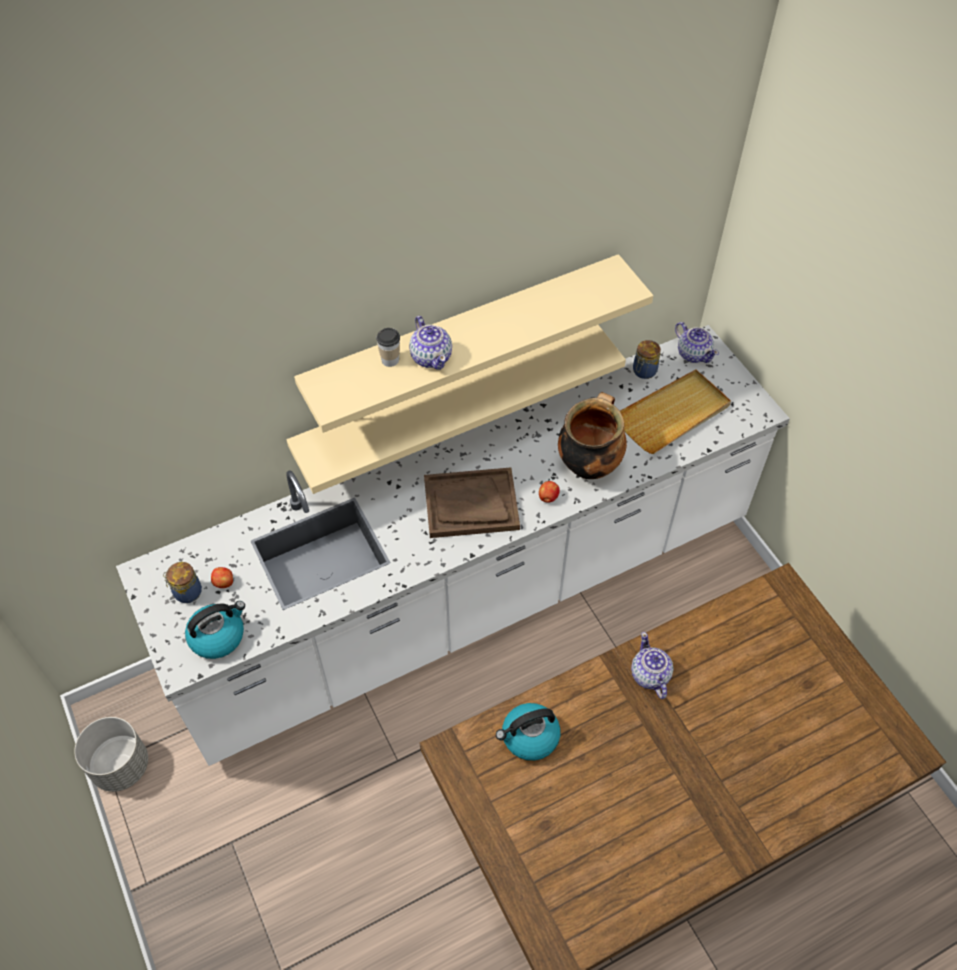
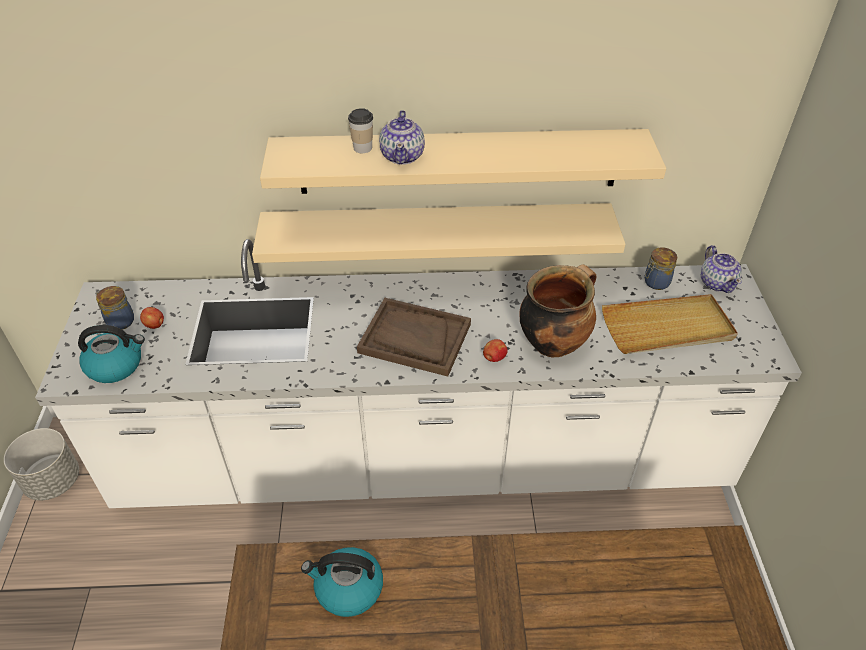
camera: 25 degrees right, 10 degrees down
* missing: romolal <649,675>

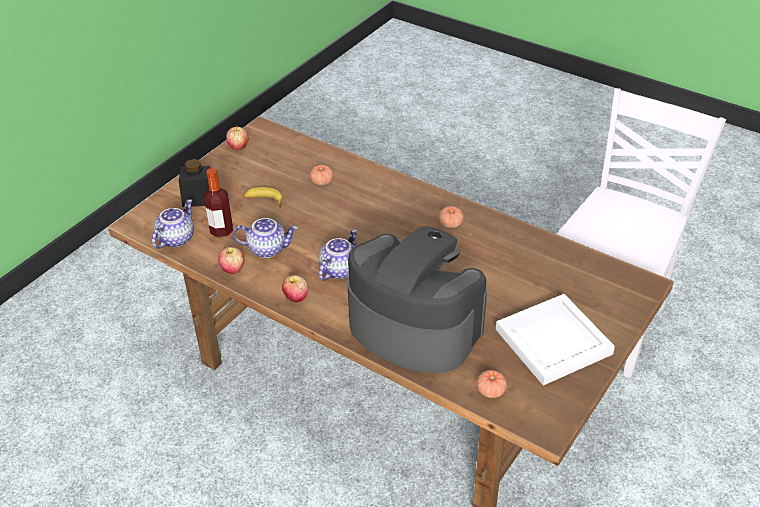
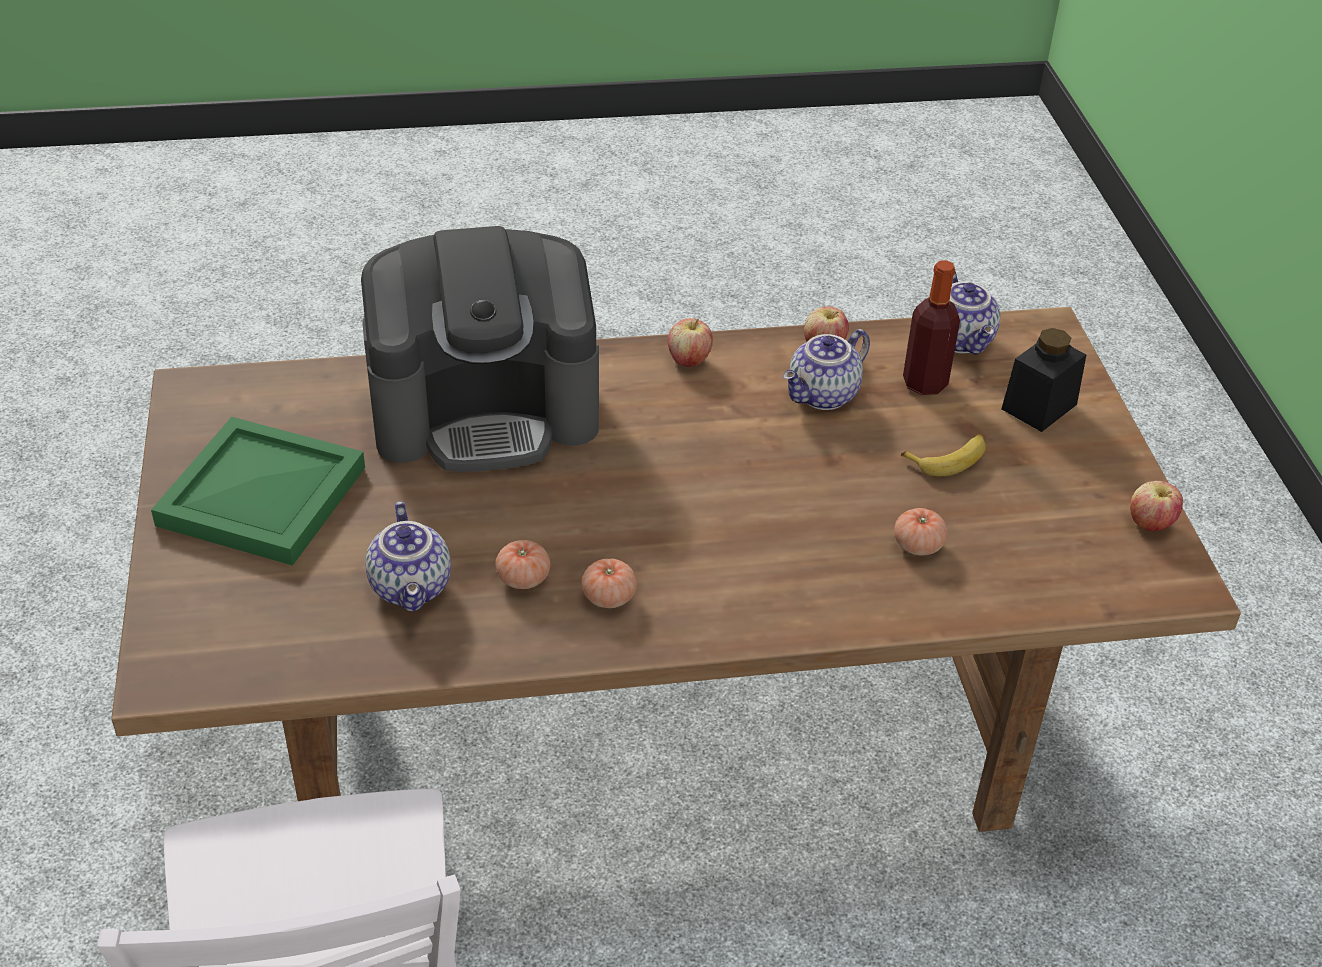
camera: 135 degrees right, 0 degrees up
* relocated: romolal <338,269> to <413,587>
* relocated: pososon <491,390> to <523,578>
* colour: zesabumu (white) <553,340> to zesabumu (green) <263,498>

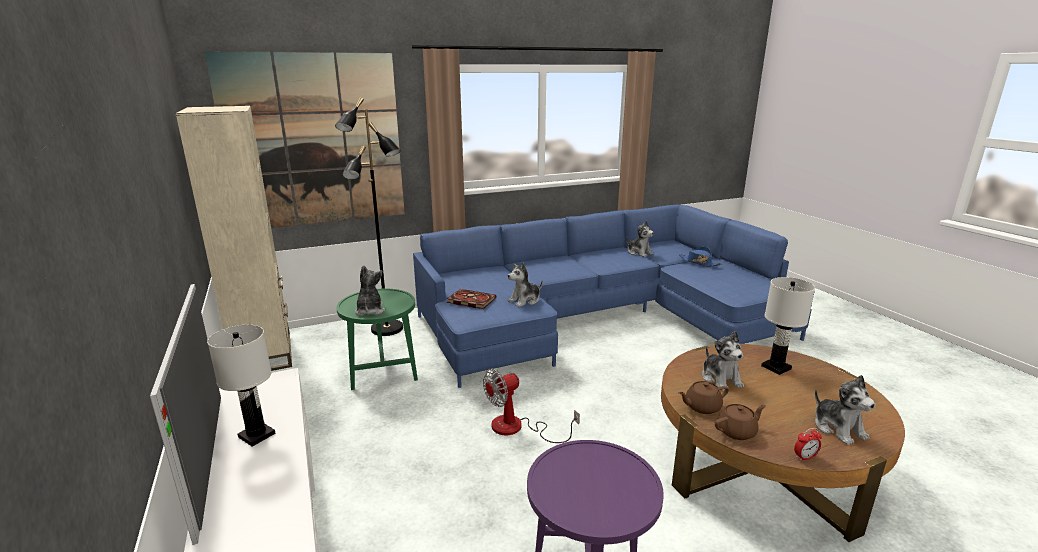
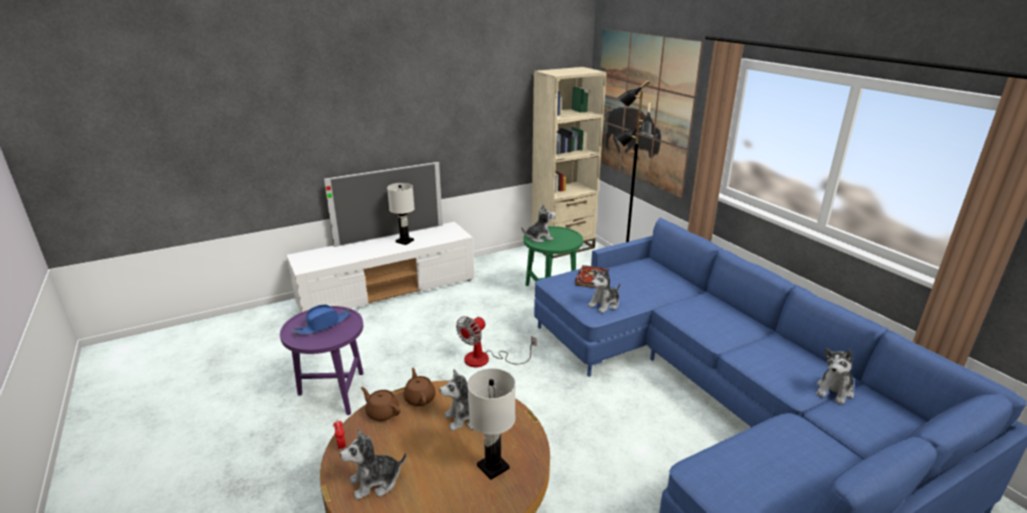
camera: 85 degrees right, 5 degrees up
* relocated: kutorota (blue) <699,262> to <323,324>
* spun: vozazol <517,428> = <486,359> 105 degrees counterclockwise
* spun: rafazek <525,300> = <604,304> 90 degrees counterclockwise
* spun: romolal (brown) <737,431> = <382,412> 150 degrees clockwise

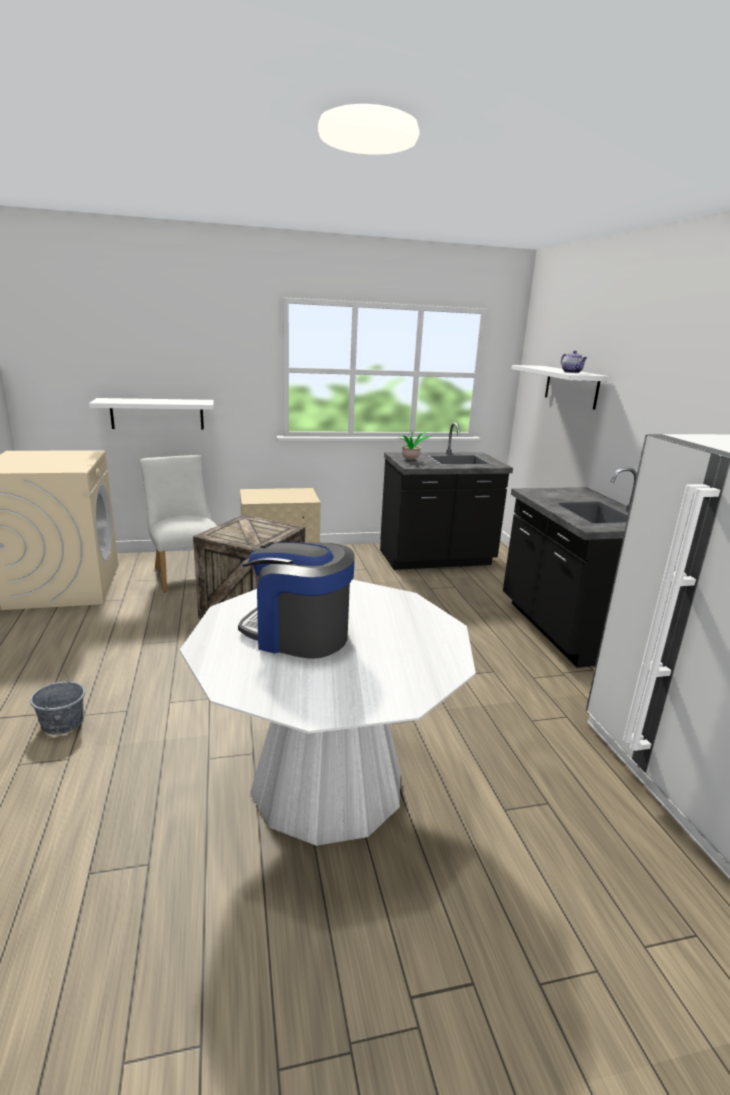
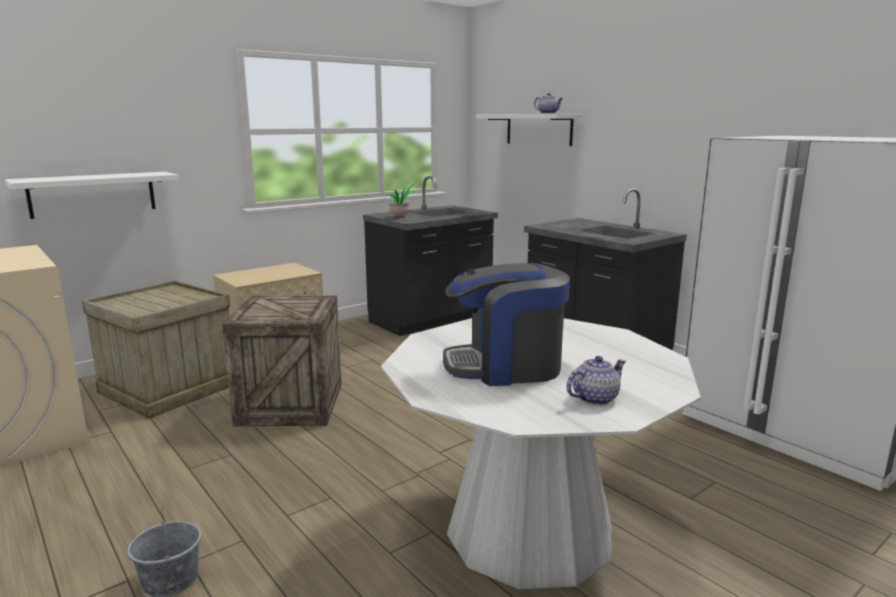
camera: 25 degrees left, 5 degrees down
* appeared: romolal <595,398>
* exchanged: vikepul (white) <185,574> to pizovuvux <169,387>

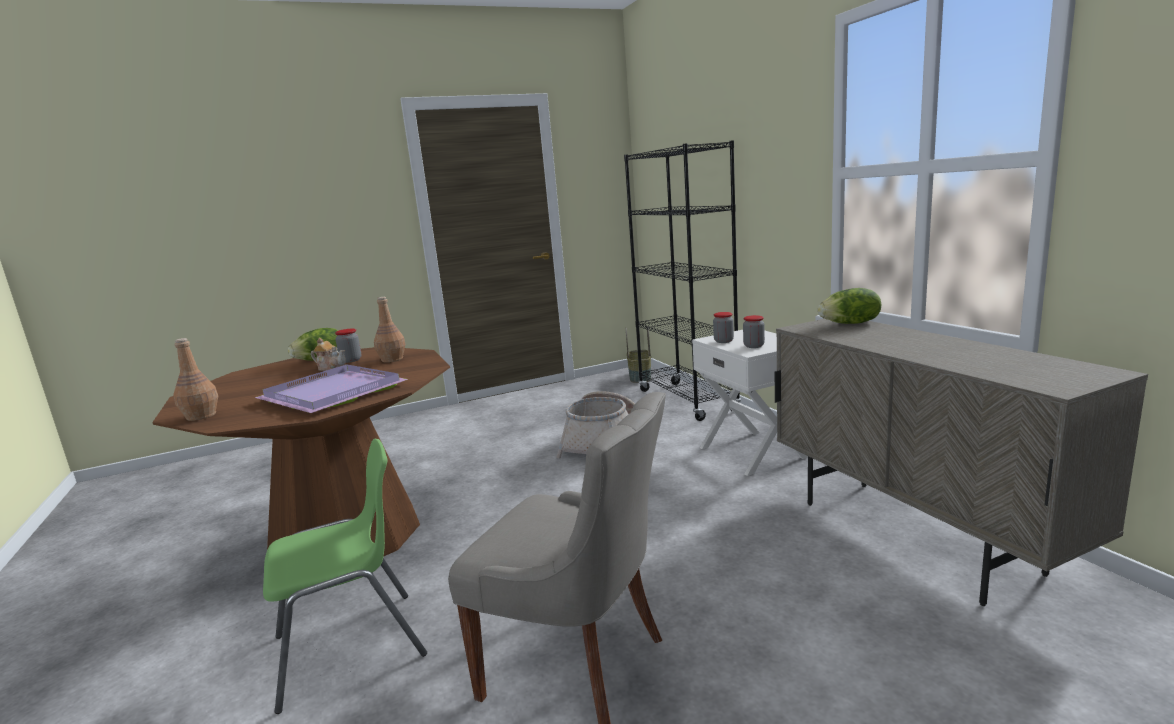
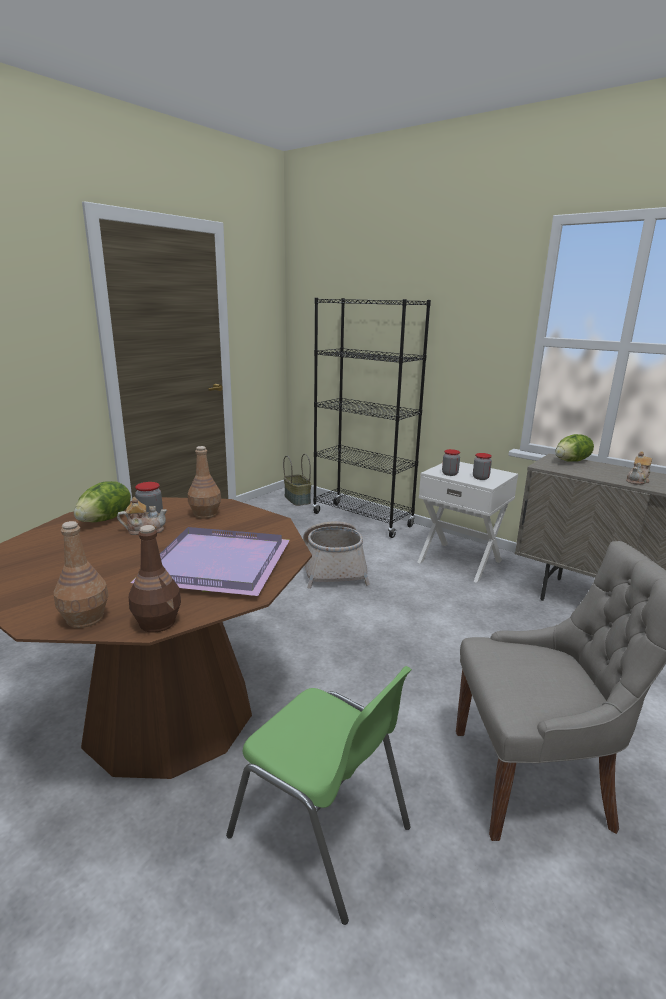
camera: 30 degrees left, 5 degrees up
* appeared: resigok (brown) <158,622>
* appeared: romolal <637,481>
* spun: vikepul (green) <352,646> = <322,833> 90 degrees clockwise

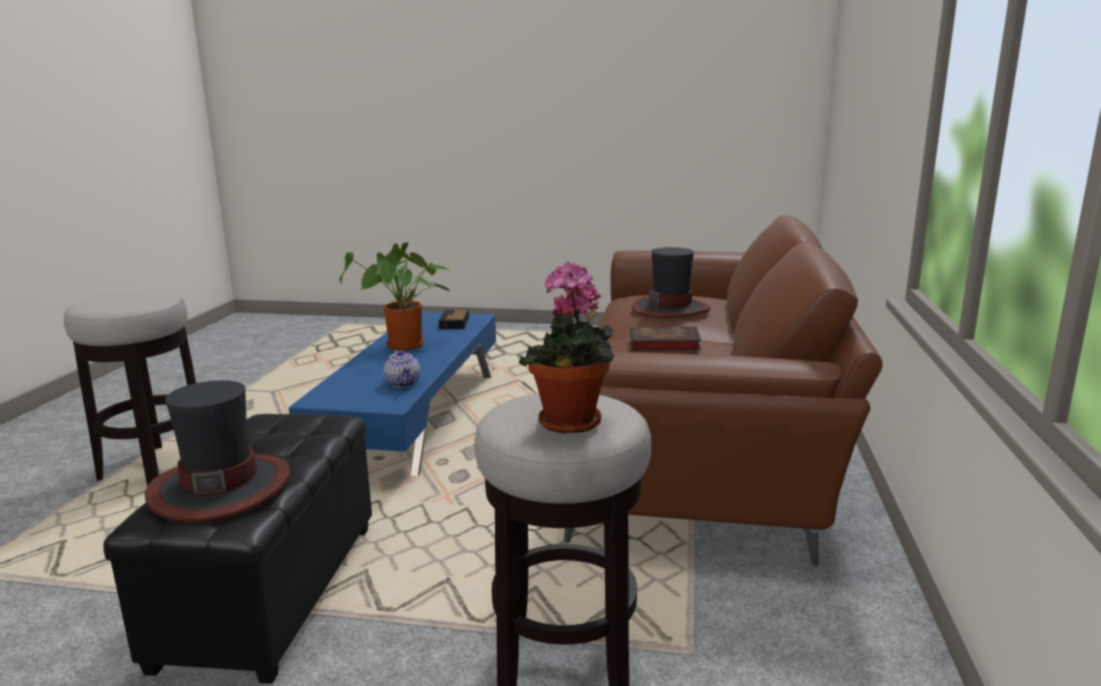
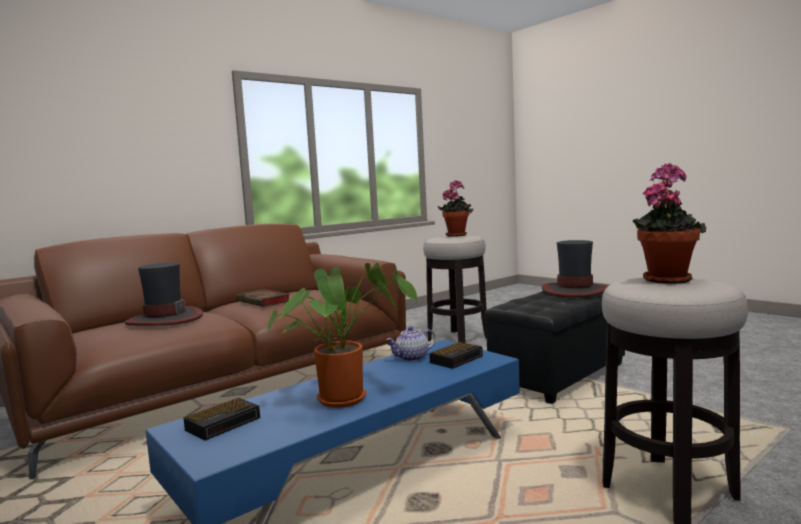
camera: 140 degrees left, 10 degrees down
* appeared: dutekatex <457,359>
* appeared: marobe <666,279>
* spun: romolal <403,383> = <412,358> 135 degrees counterclockwise

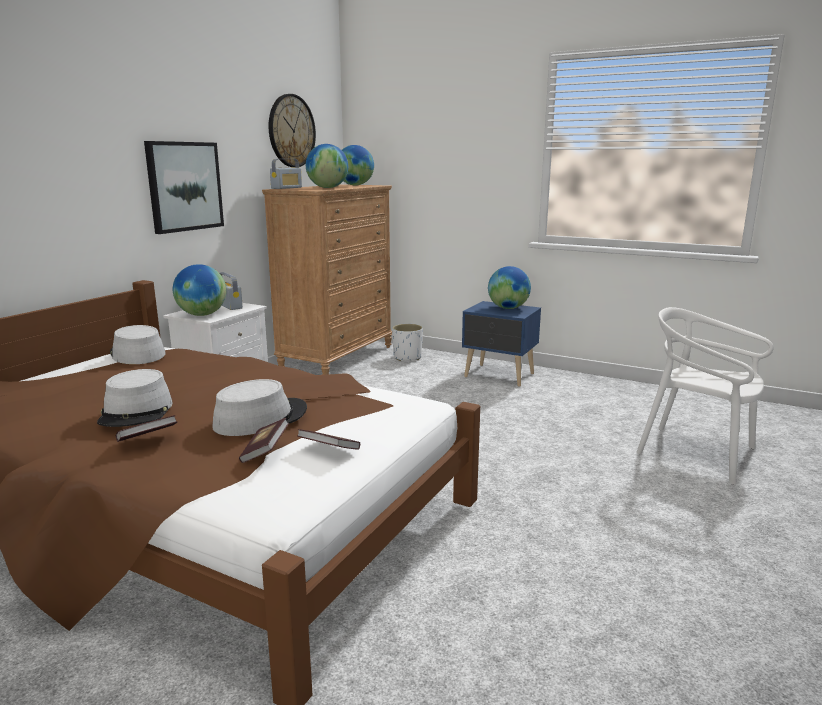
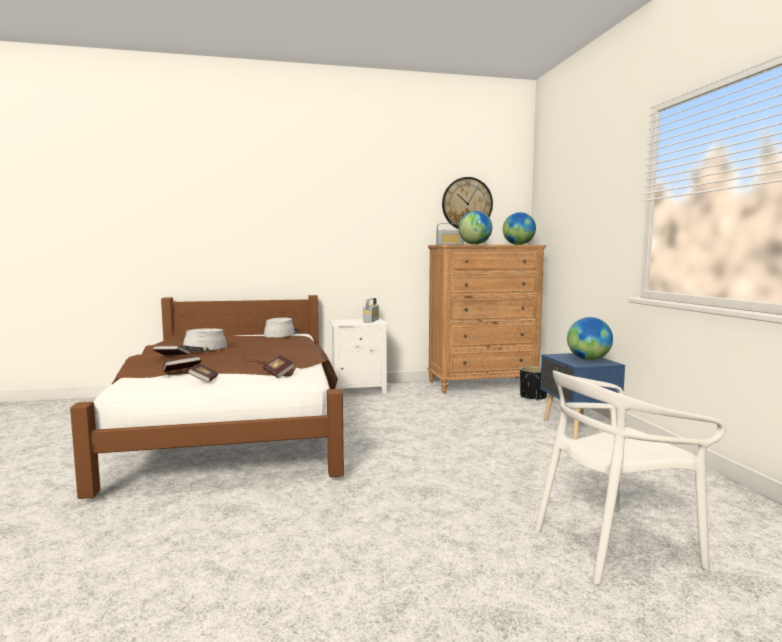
camera: 50 degrees right, 10 degrees down
* missing: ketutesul <184,186>
* missing: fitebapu <202,315>
* missing: kutorota (grey) <260,418>
* appeared: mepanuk <278,374>
* colour: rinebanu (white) <407,357> to rinebanu (black) <533,397>
* spun: vikepul (white) <697,453> = <614,544> 105 degrees counterclockwise

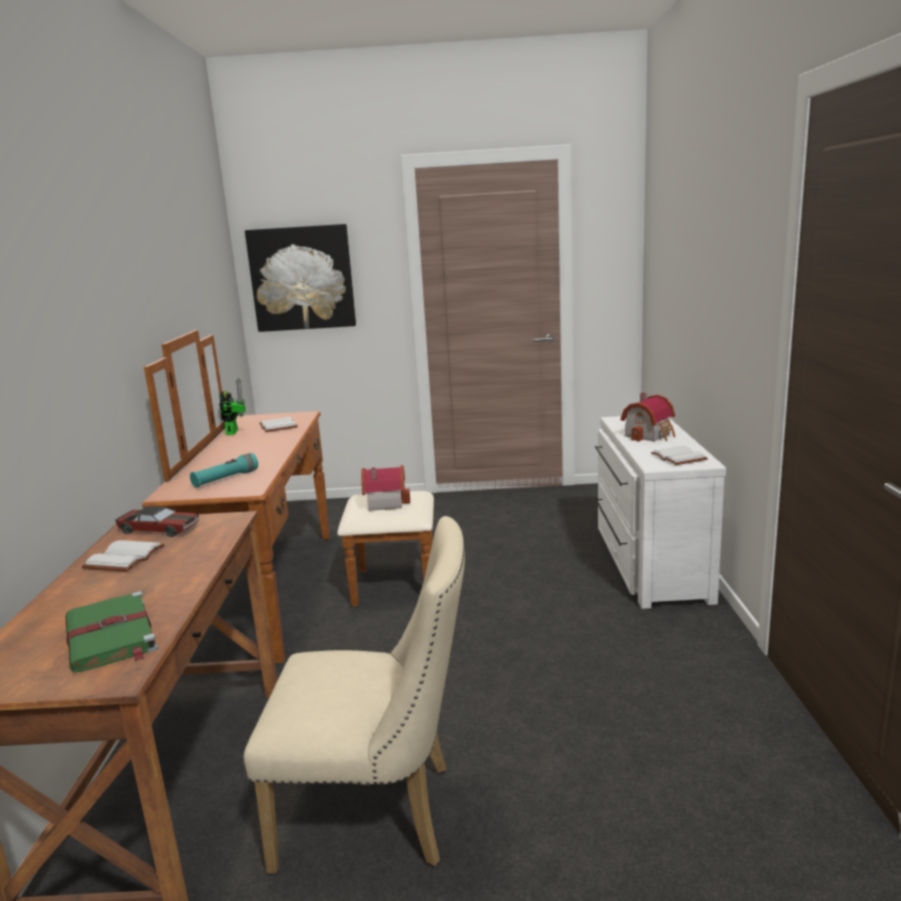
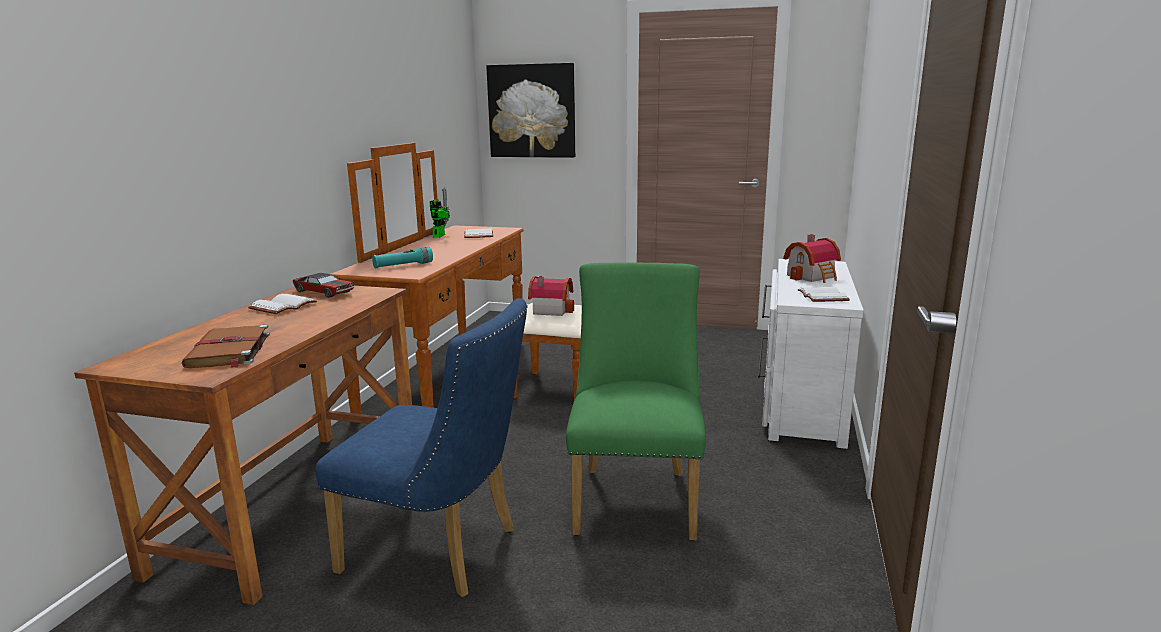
camera: 15 degrees right, 0 degrees up
* appeared: vikepul (green) <636,496>
* colour: mepanuk (green) <111,636> to mepanuk (brown) <229,351>
* colour: vikepul (beige) <380,816> to vikepul (blue) <441,553>

